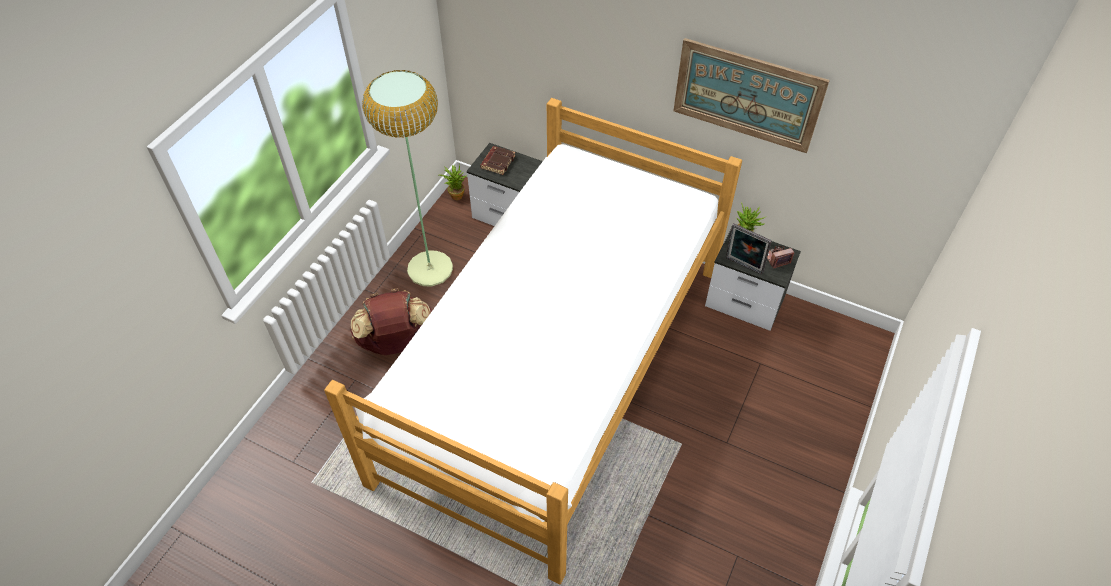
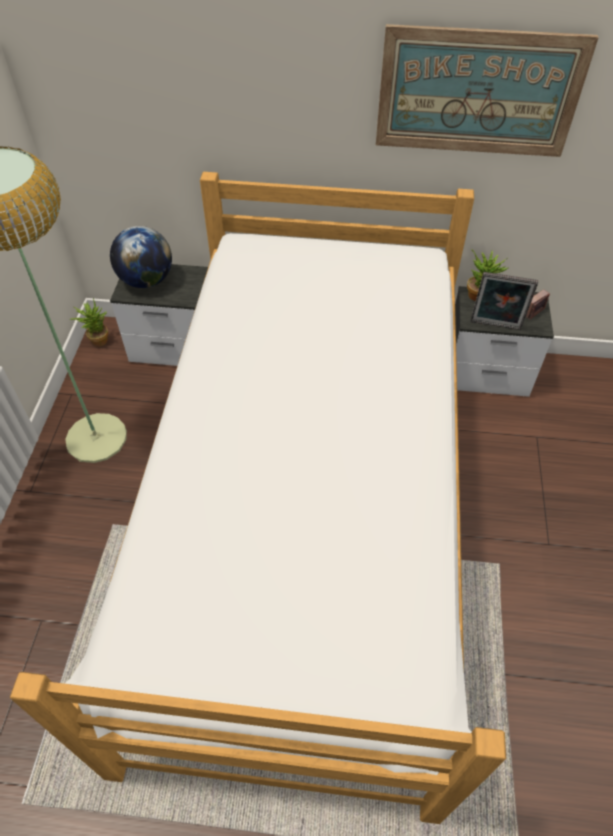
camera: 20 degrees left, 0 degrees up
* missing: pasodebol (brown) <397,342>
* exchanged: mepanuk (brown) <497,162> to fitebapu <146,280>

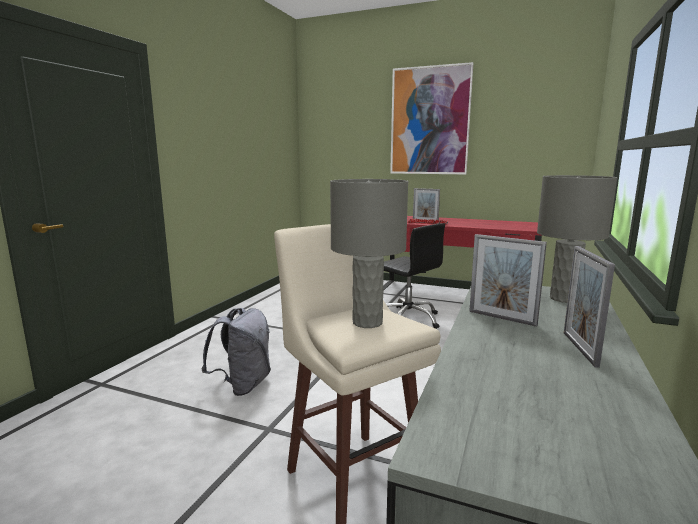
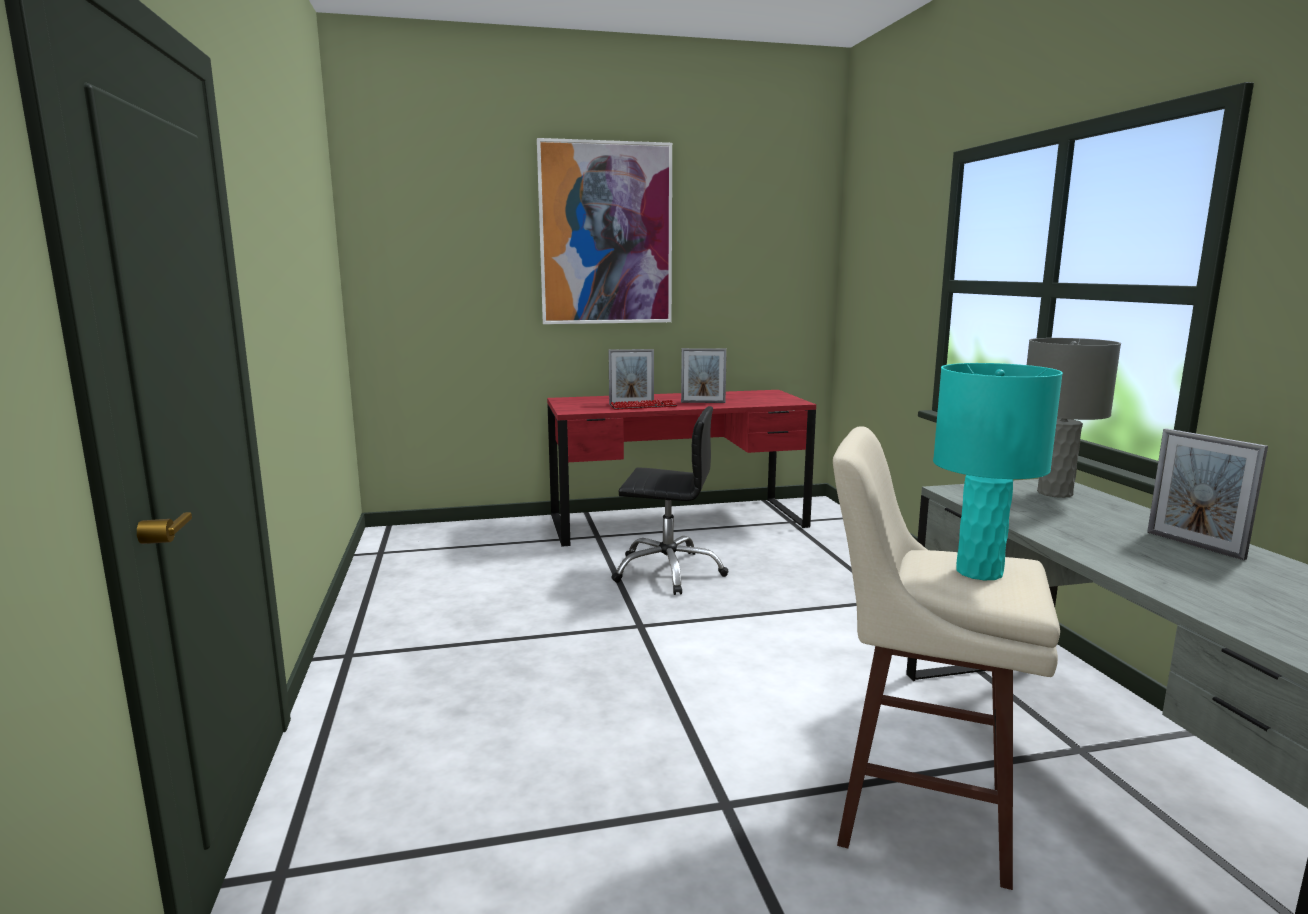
camera: 35 degrees left, 0 degrees up
* missing: pasodebol (grey) <243,385>
* relocated: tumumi <501,318> to <703,402>
* colour: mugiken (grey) <368,322> to mugiken (turquoise) <979,572>

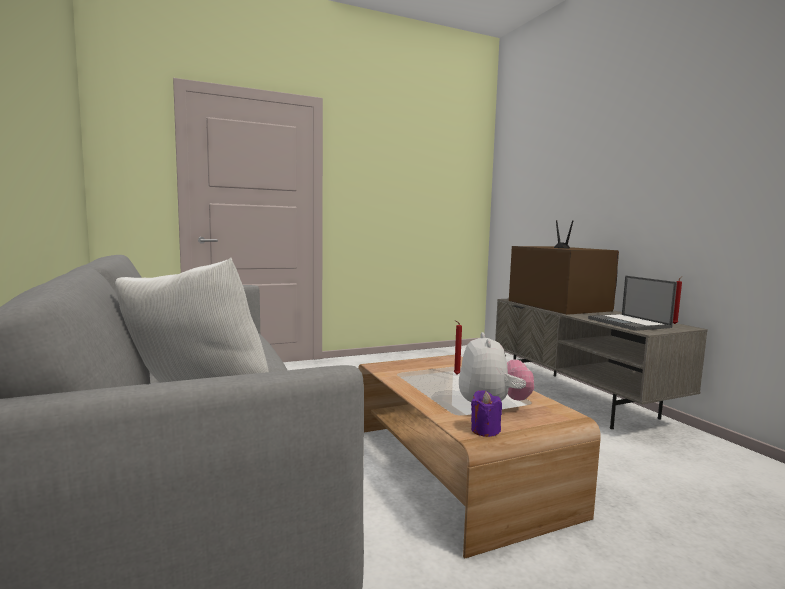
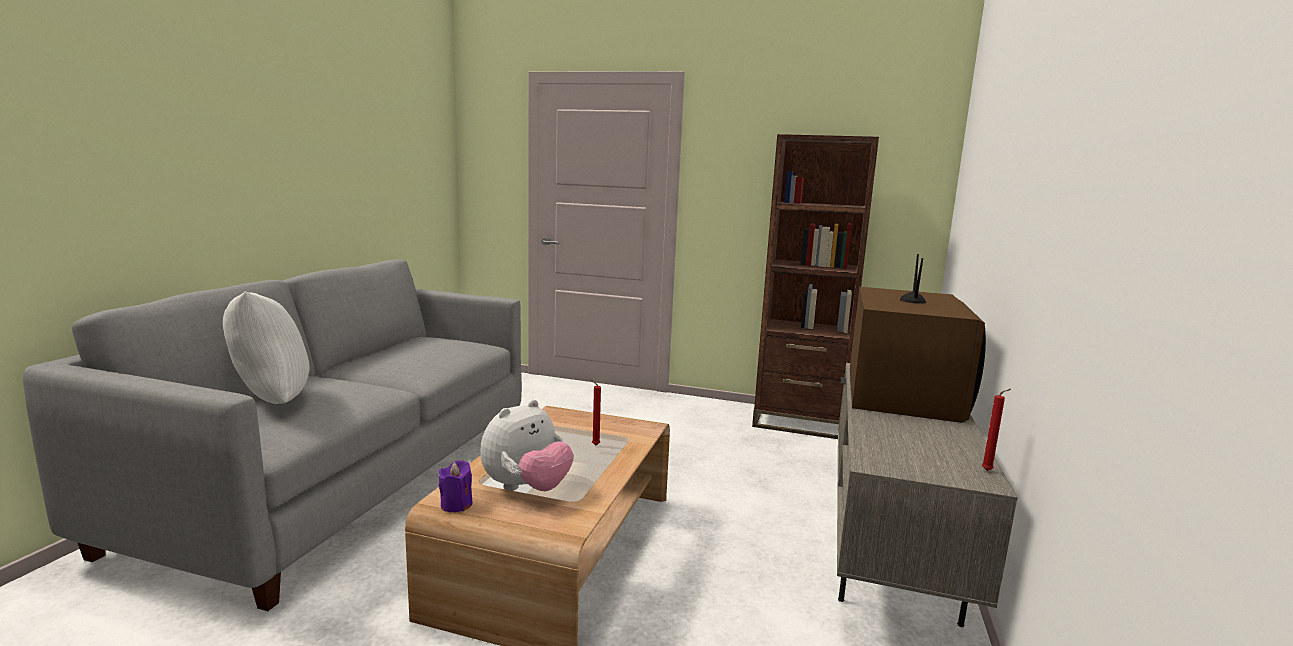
camera: 40 degrees right, 5 degrees up
* missing: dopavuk <629,323>
* appeared: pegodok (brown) <798,422>

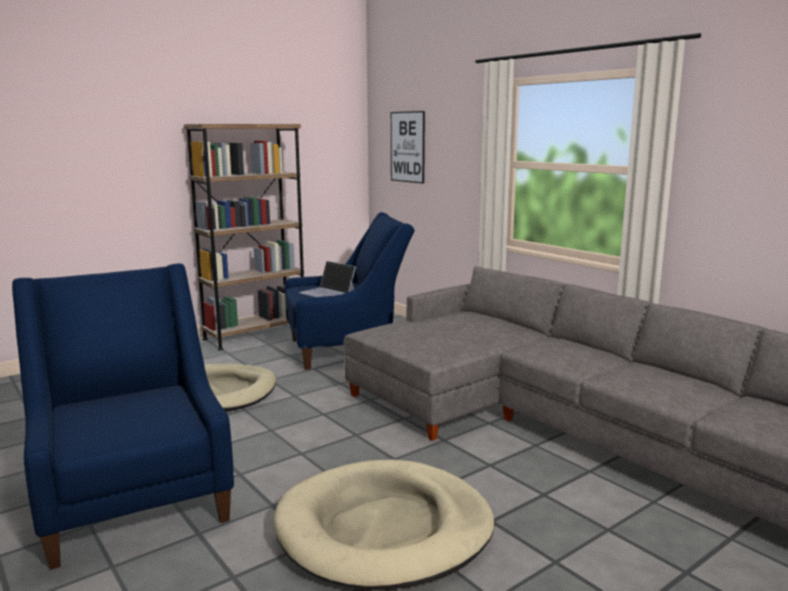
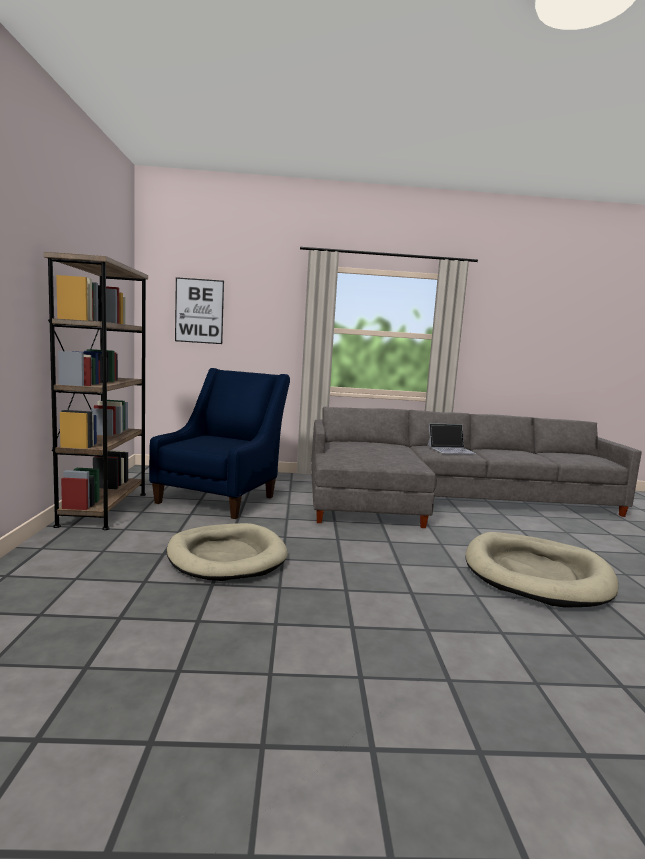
camera: 55 degrees left, 5 degrees down
* missing: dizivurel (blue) <134,499>
* relocated: dopavuk <328,292> to <451,449>

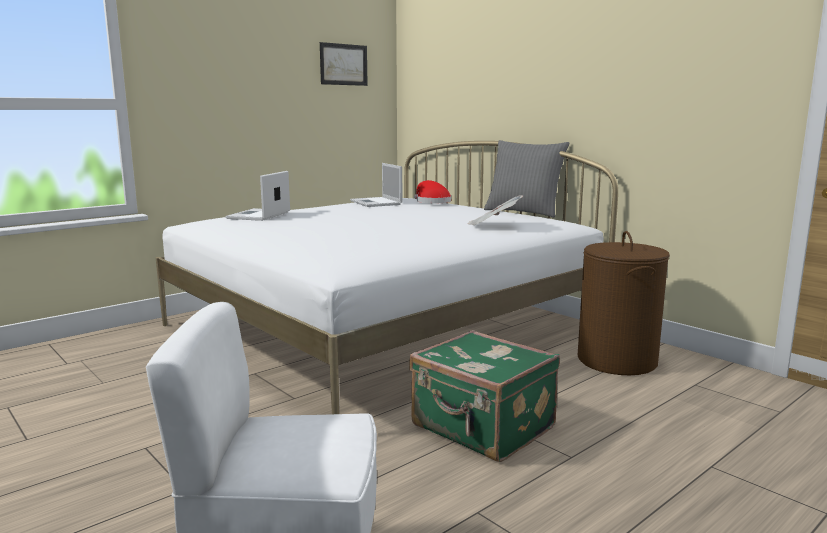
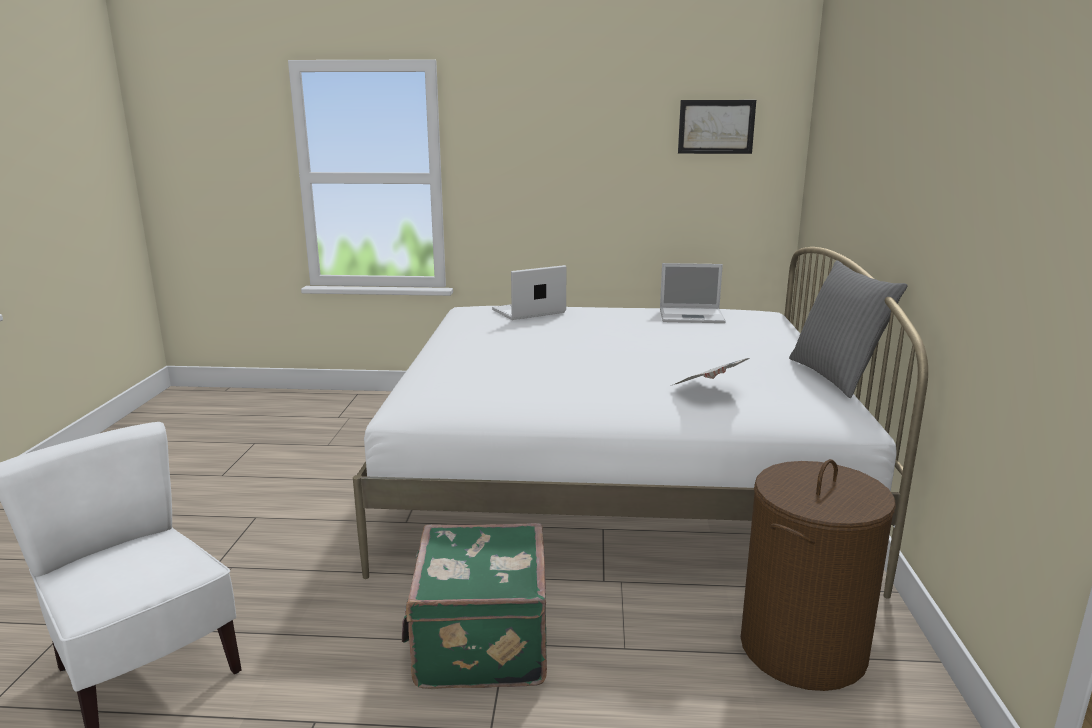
camera: 45 degrees right, 5 degrees up
* missing: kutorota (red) <431,202>
* spun: dopavuk <376,203> = <693,316> 105 degrees counterclockwise

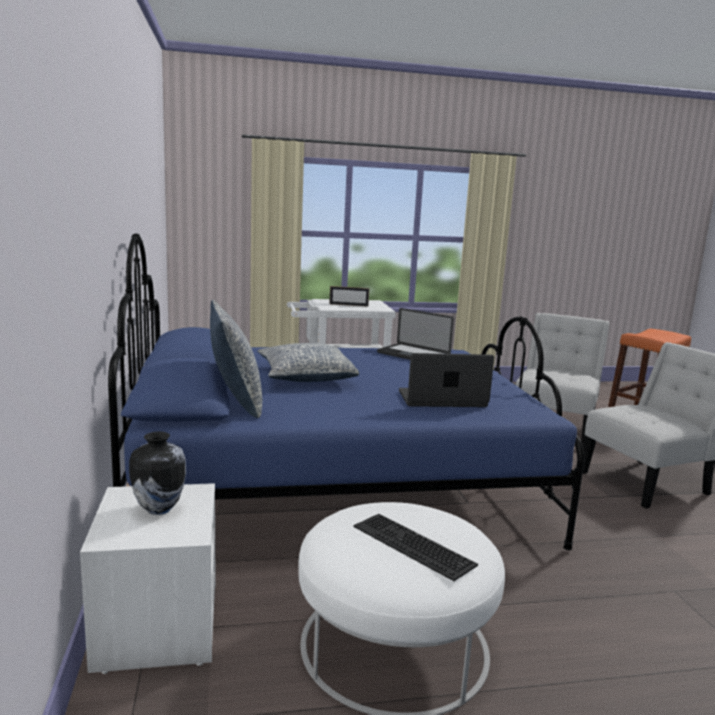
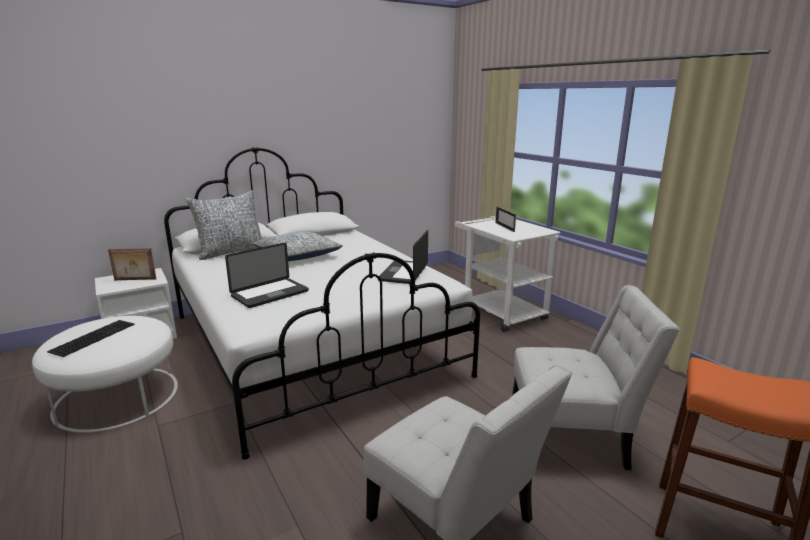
camera: 70 degrees right, 5 degrees up
* exchanged: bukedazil <159,509> to tumumi <135,280>
* colour: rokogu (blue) <334,488> to rokogu (white) <311,344>
* spun: dopavuk <442,399> = <270,294> 75 degrees clockwise

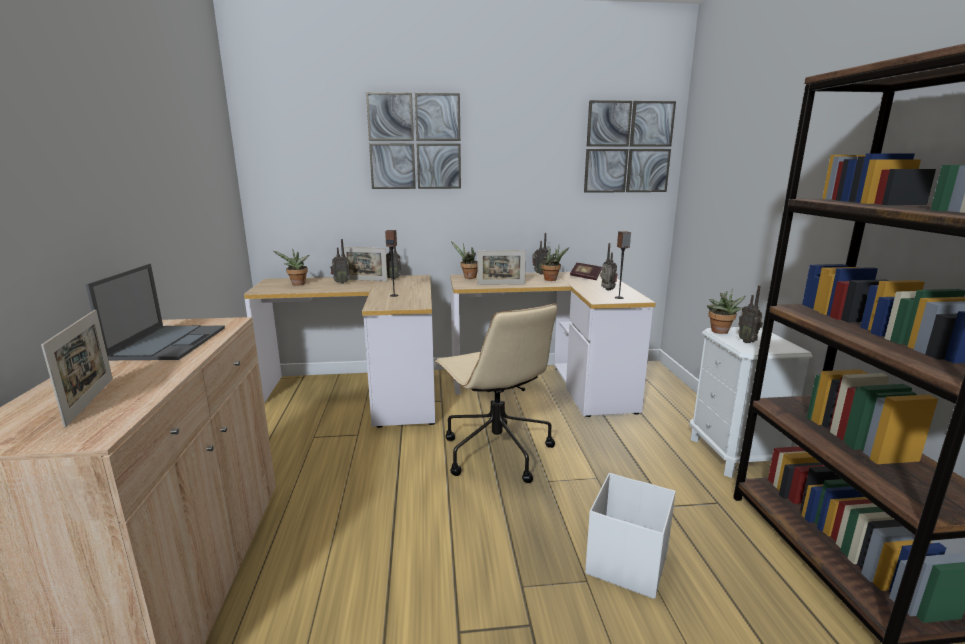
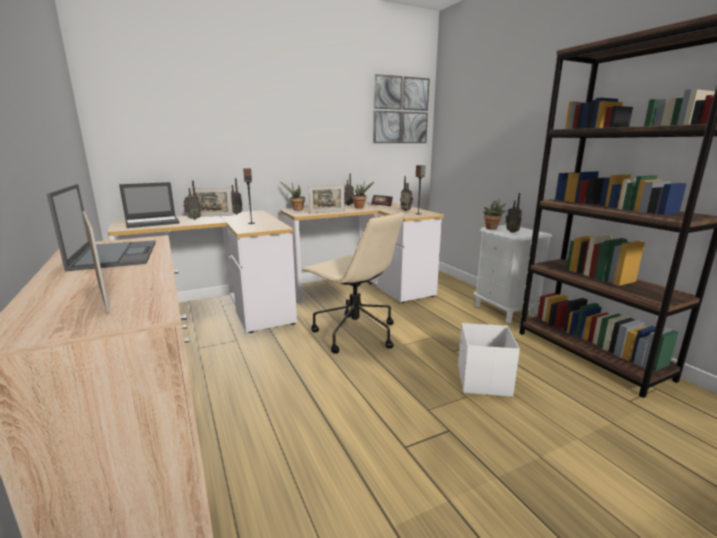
camera: 20 degrees left, 0 degrees up
* missing: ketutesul <415,142>
* exchanged: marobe <297,284> to dopavuk <153,222>

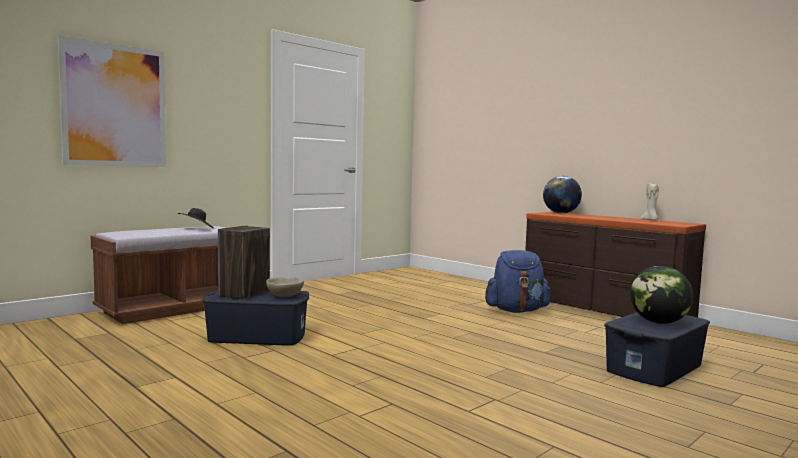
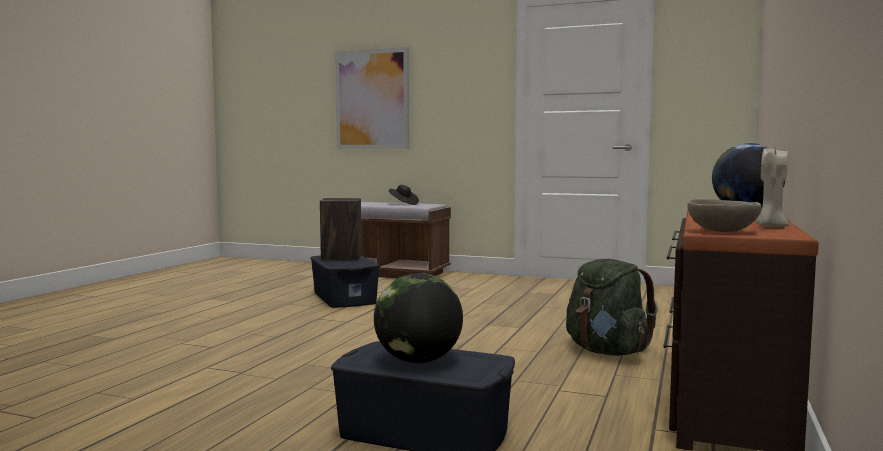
camera: 65 degrees right, 0 degrees up
* relocated: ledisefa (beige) <285,296> to <721,231>
* colour: pasodebol (blue) <516,311> to pasodebol (green) <607,352>

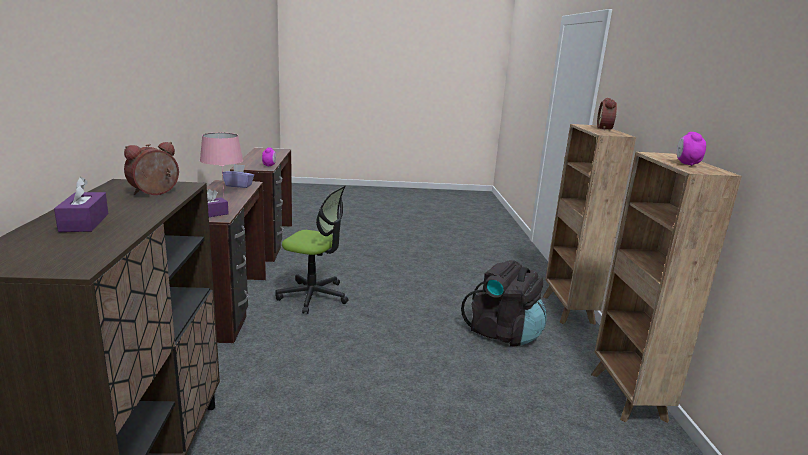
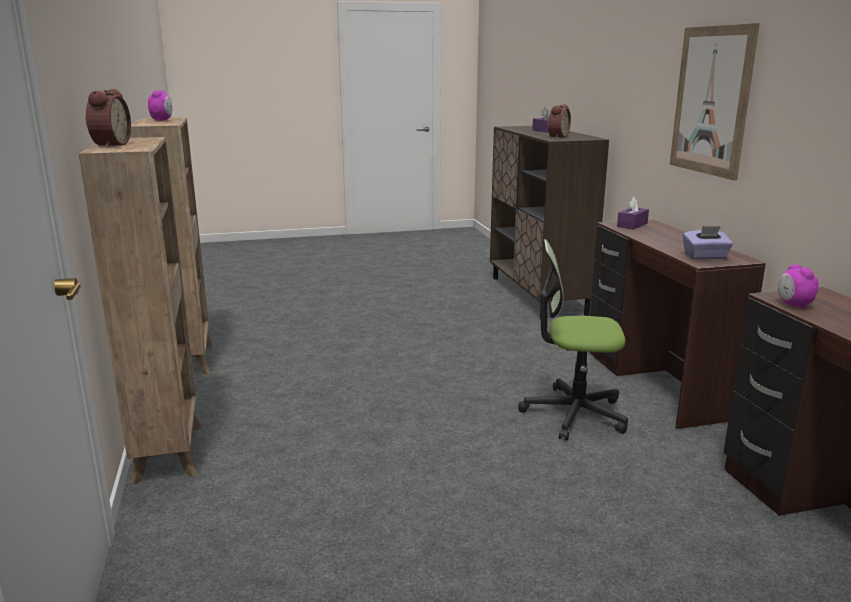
camera: 170 degrees right, 0 degrees up
* missing: mugiken (pink) <224,196>
* missing: pasodebol (black) <503,333>
* appeared: ketutesul <711,101>

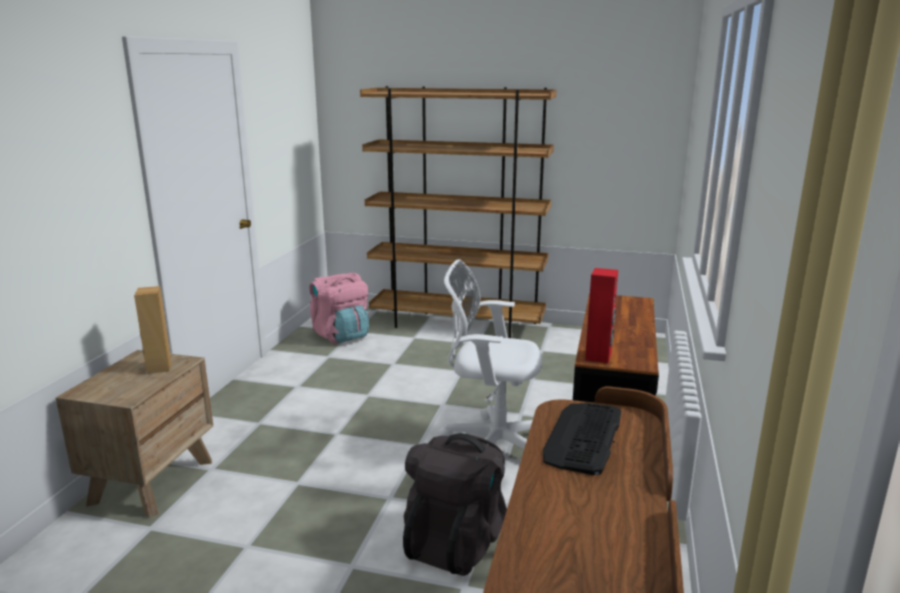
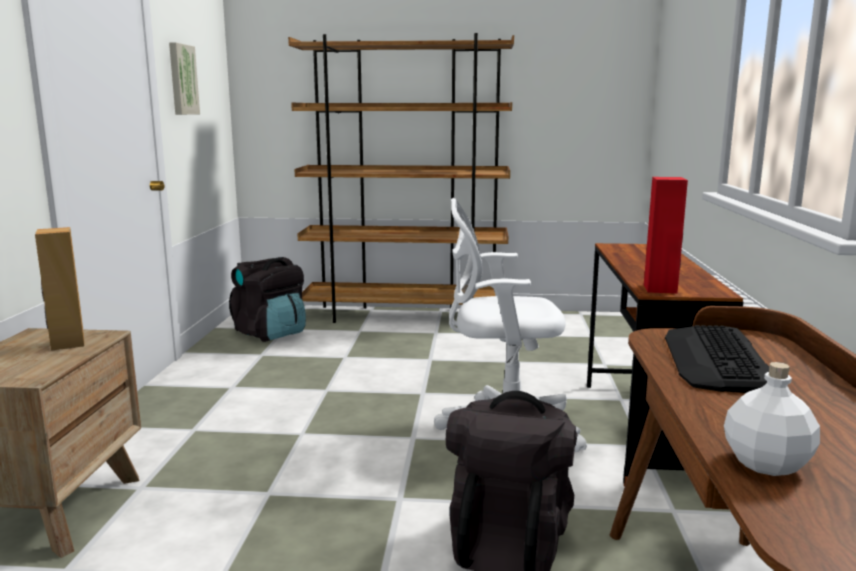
camera: 10 degrees left, 5 degrees down
* appeared: ketutesul <182,79>
* appeared: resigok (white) <765,464>
* colour: pasodebol (pink) <341,335> to pasodebol (black) <271,333>

